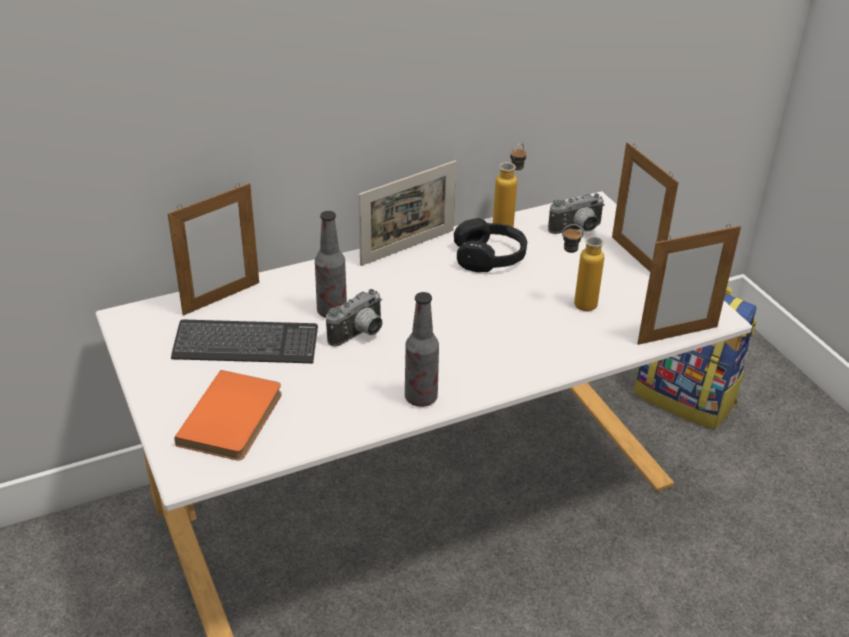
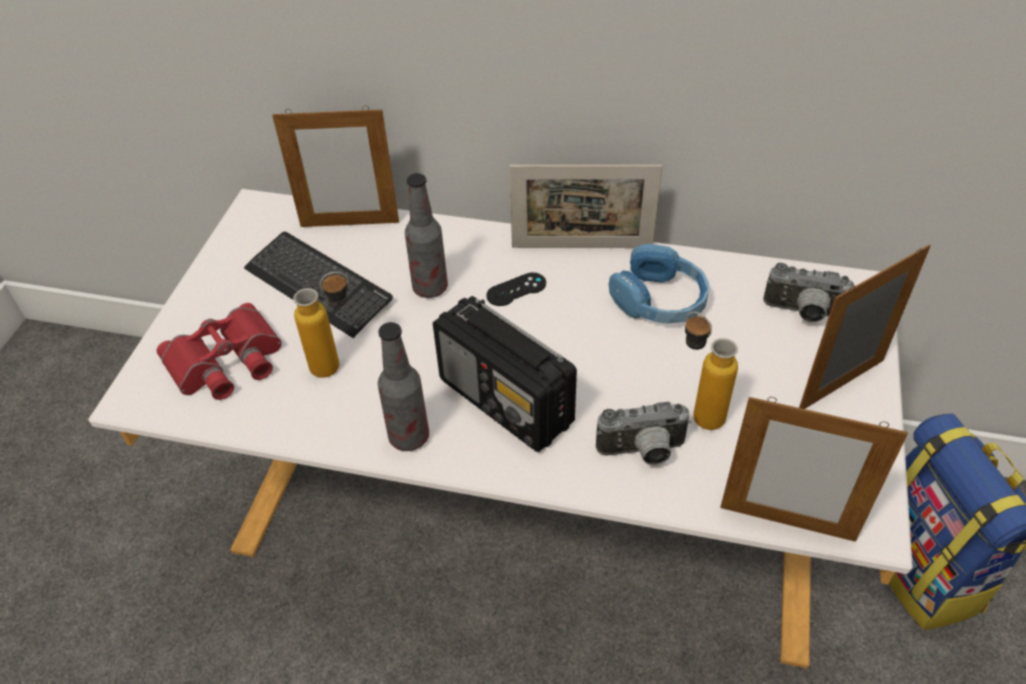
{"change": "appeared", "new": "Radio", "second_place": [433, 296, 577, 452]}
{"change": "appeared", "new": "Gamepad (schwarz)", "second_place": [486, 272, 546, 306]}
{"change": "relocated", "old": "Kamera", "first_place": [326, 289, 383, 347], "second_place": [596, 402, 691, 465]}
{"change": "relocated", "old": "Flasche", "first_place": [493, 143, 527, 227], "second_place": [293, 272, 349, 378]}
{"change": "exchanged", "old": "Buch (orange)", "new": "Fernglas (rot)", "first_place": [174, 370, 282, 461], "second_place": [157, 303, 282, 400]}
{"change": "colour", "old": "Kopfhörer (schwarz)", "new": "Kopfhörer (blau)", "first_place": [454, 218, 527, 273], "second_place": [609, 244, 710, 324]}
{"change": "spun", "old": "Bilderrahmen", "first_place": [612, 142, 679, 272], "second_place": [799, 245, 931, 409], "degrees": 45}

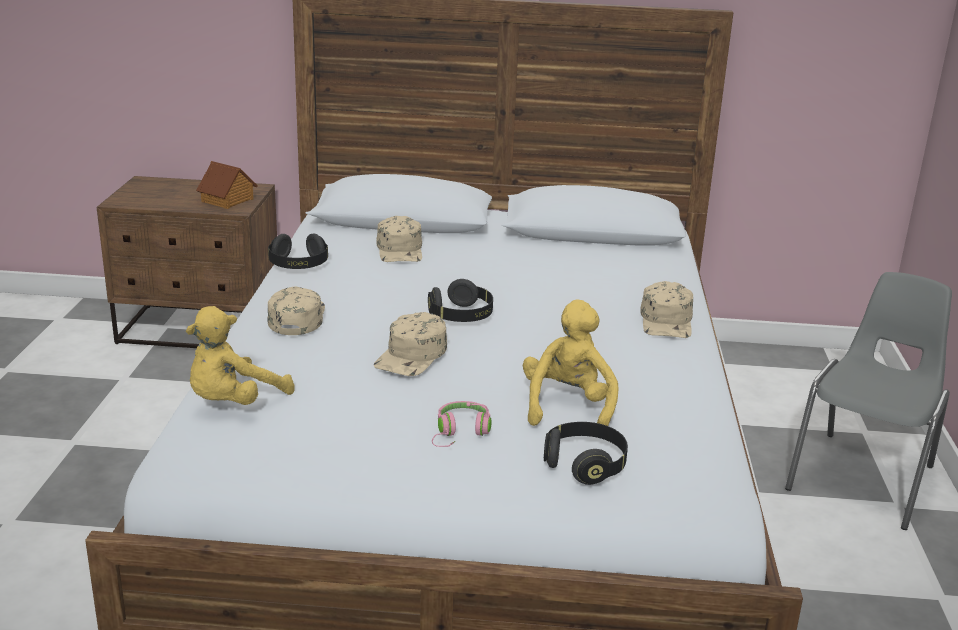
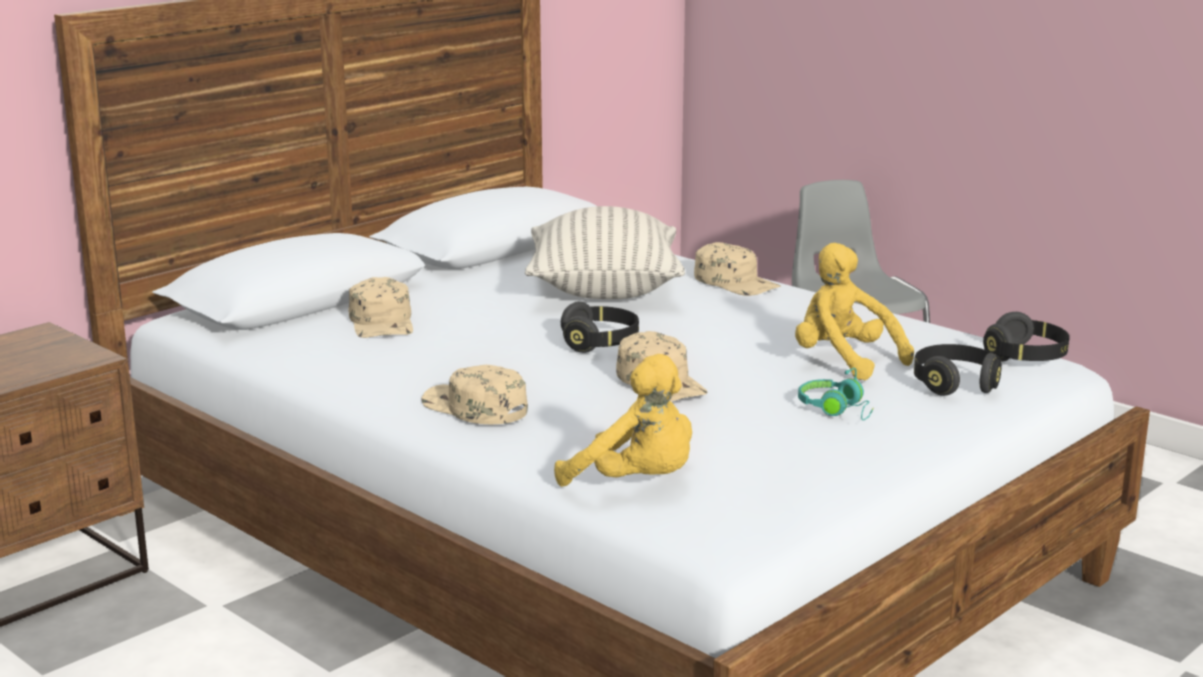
{"change": "missing", "old": "Spielzeughaus", "first_place": [196, 161, 258, 209]}
{"change": "appeared", "new": "Kissen", "second_place": [525, 206, 685, 299]}
{"change": "relocated", "old": "Kopfhörer (schwarz)", "first_place": [268, 233, 328, 269], "second_place": [983, 312, 1069, 362]}
{"change": "colour", "old": "Kopfhörer (rosa)", "new": "Kopfhörer (türkis)", "first_place": [432, 401, 492, 447], "second_place": [798, 368, 874, 420]}
{"change": "spun", "old": "Plüschtier (gelb)", "first_place": [186, 306, 295, 405], "second_place": [554, 354, 692, 487], "degrees": -45}
{"change": "spun", "old": "Kappe (beige)", "first_place": [376, 216, 422, 262], "second_place": [348, 277, 413, 338], "degrees": 45}

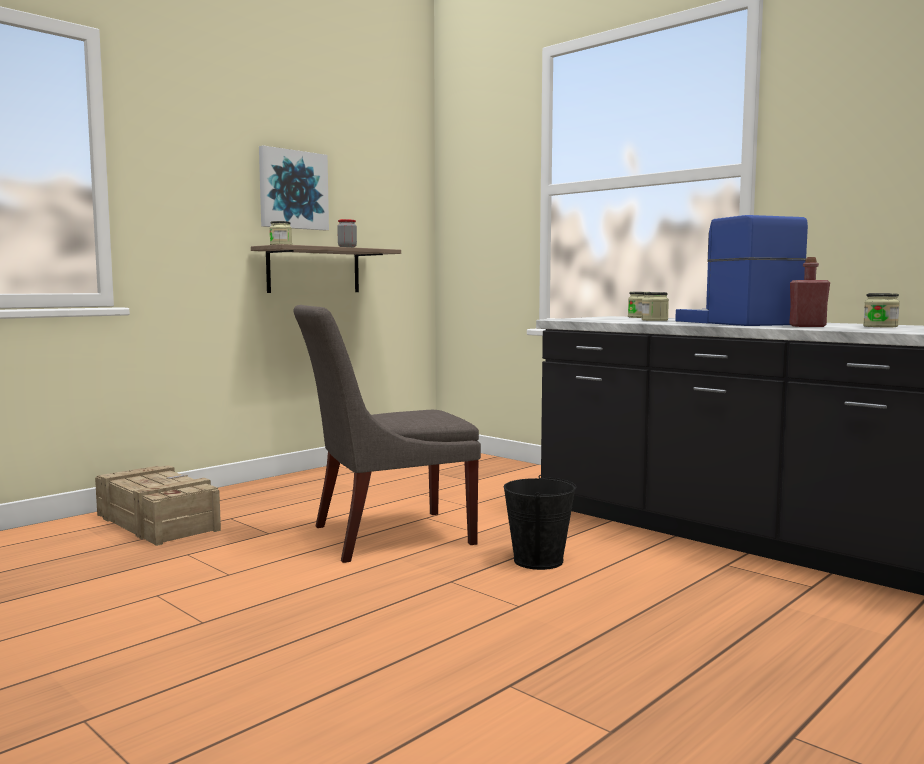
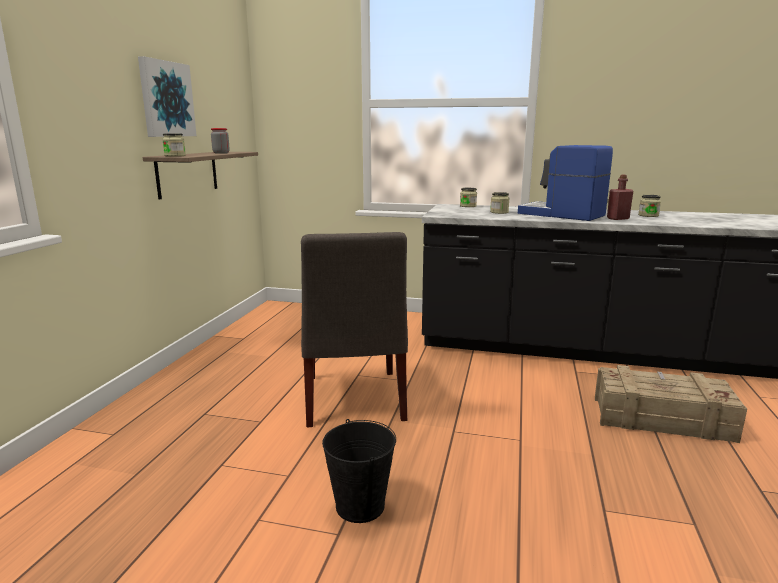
{"change": "relocated", "old": "Kiste", "first_place": [95, 465, 221, 546], "second_place": [595, 365, 747, 443]}
{"change": "relocated", "old": "Eimer (schwarz)", "first_place": [504, 475, 576, 570], "second_place": [322, 419, 396, 523]}
{"change": "spun", "old": "Stuhl (grau)", "first_place": [294, 305, 481, 563], "second_place": [301, 232, 408, 427], "degrees": -45}

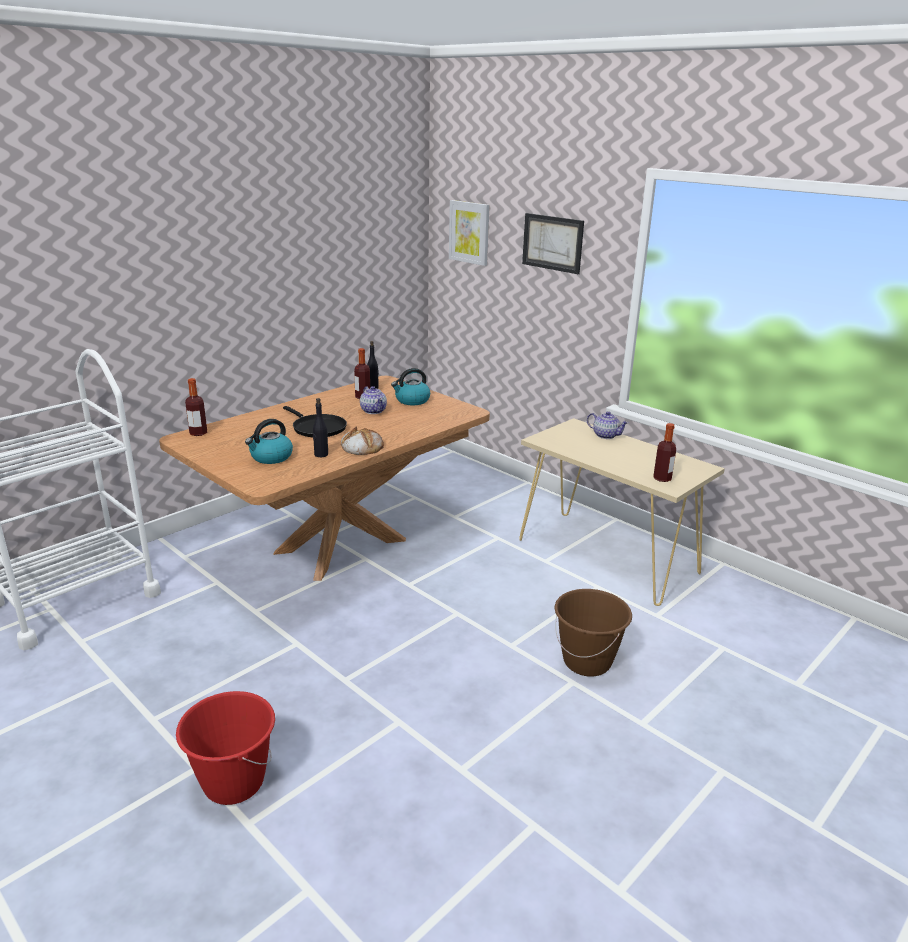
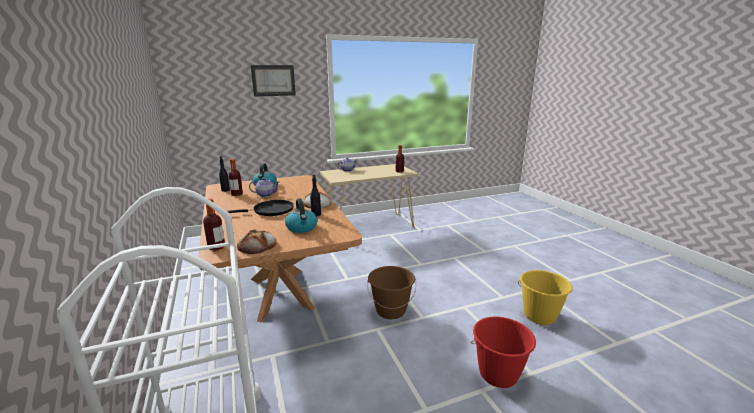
{"change": "missing", "old": "Bild", "first_place": [449, 200, 490, 266]}
{"change": "appeared", "new": "Brot", "second_place": [237, 229, 277, 254]}
{"change": "appeared", "new": "Eimer (gelb)", "second_place": [518, 270, 573, 325]}
{"change": "relocated", "old": "Eimer (braun)", "first_place": [555, 589, 632, 677], "second_place": [367, 266, 416, 319]}

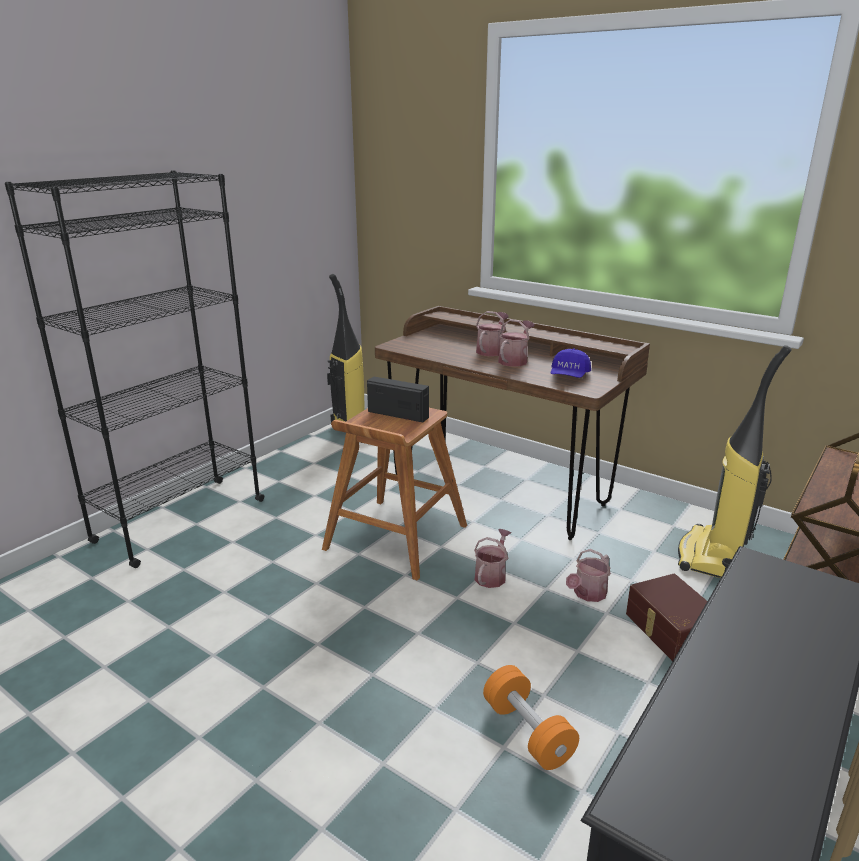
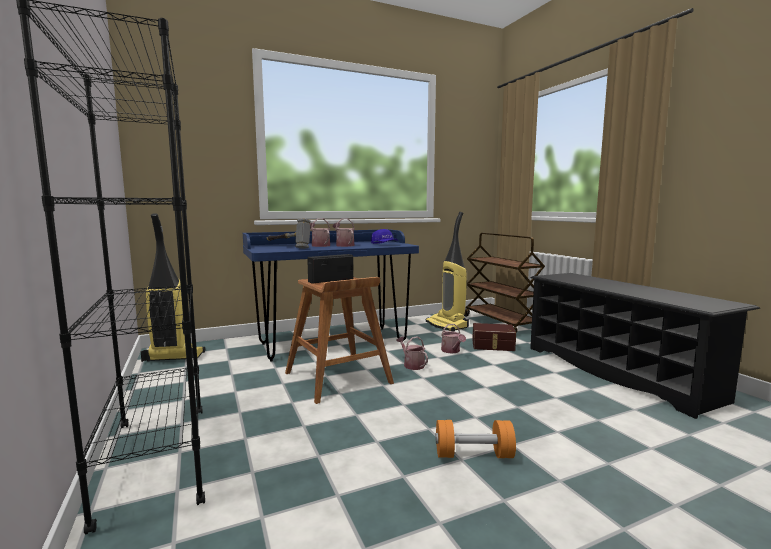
{"change": "appeared", "new": "Hammer", "second_place": [267, 218, 311, 249]}
{"change": "relocated", "old": "Hantel (orange)", "first_place": [483, 665, 579, 770], "second_place": [435, 420, 516, 458]}
{"change": "colour", "old": "Schreibtisch (braun)", "new": "Schreibtisch (blau)", "first_place": [375, 306, 650, 540], "second_place": [243, 229, 419, 362]}

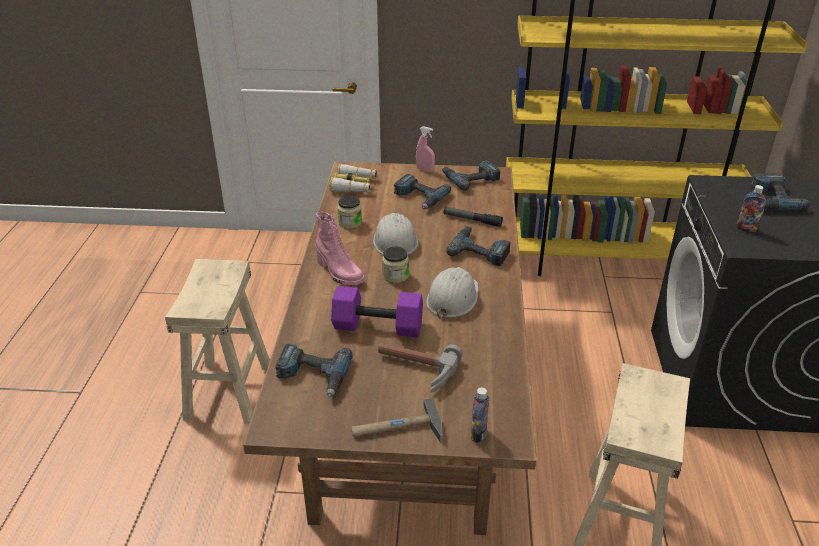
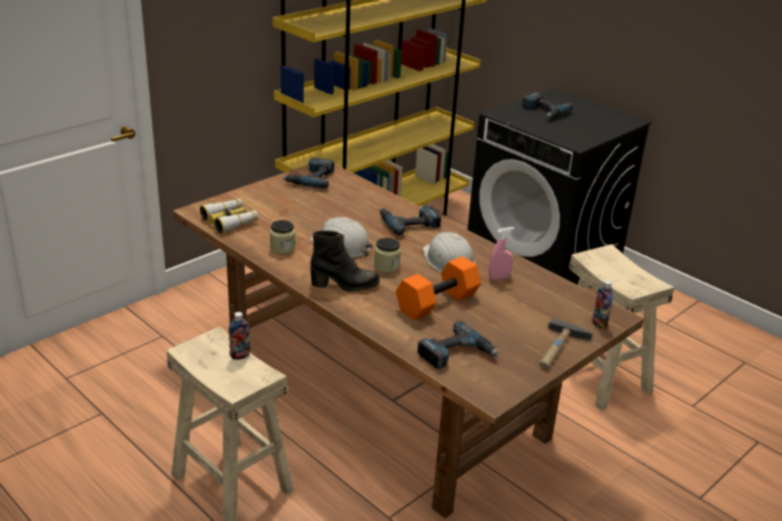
{"change": "missing", "old": "Hammer", "first_place": [378, 343, 463, 393]}
{"change": "missing", "old": "Bohrmaschine", "first_place": [394, 174, 451, 209]}
{"change": "missing", "old": "Taschenlampe", "first_place": [444, 207, 503, 227]}
{"change": "relocated", "old": "Sprühflasche (rosa)", "first_place": [416, 126, 435, 172], "second_place": [489, 227, 515, 280]}
{"change": "relocated", "old": "Flasche", "first_place": [737, 185, 766, 232], "second_place": [228, 312, 250, 360]}
{"change": "colour", "old": "Stiefel (rosa)", "new": "Stiefel (schwarz)", "first_place": [316, 212, 364, 285], "second_place": [310, 230, 380, 292]}
{"change": "colour", "old": "Hantel (lila)", "new": "Hantel (orange)", "first_place": [331, 286, 423, 338], "second_place": [396, 256, 481, 320]}

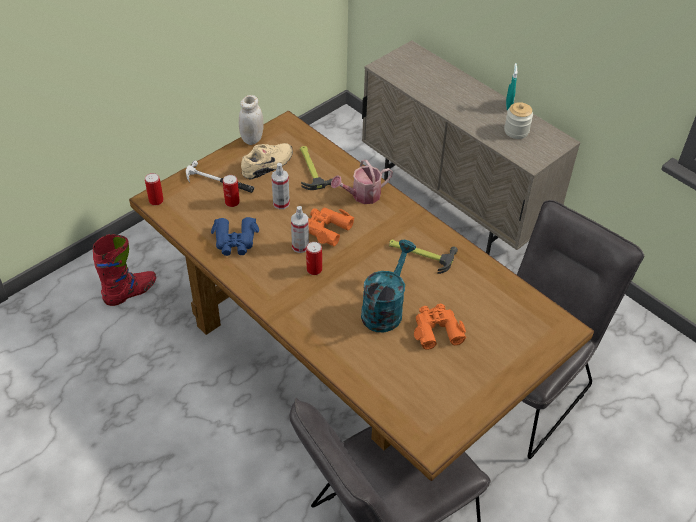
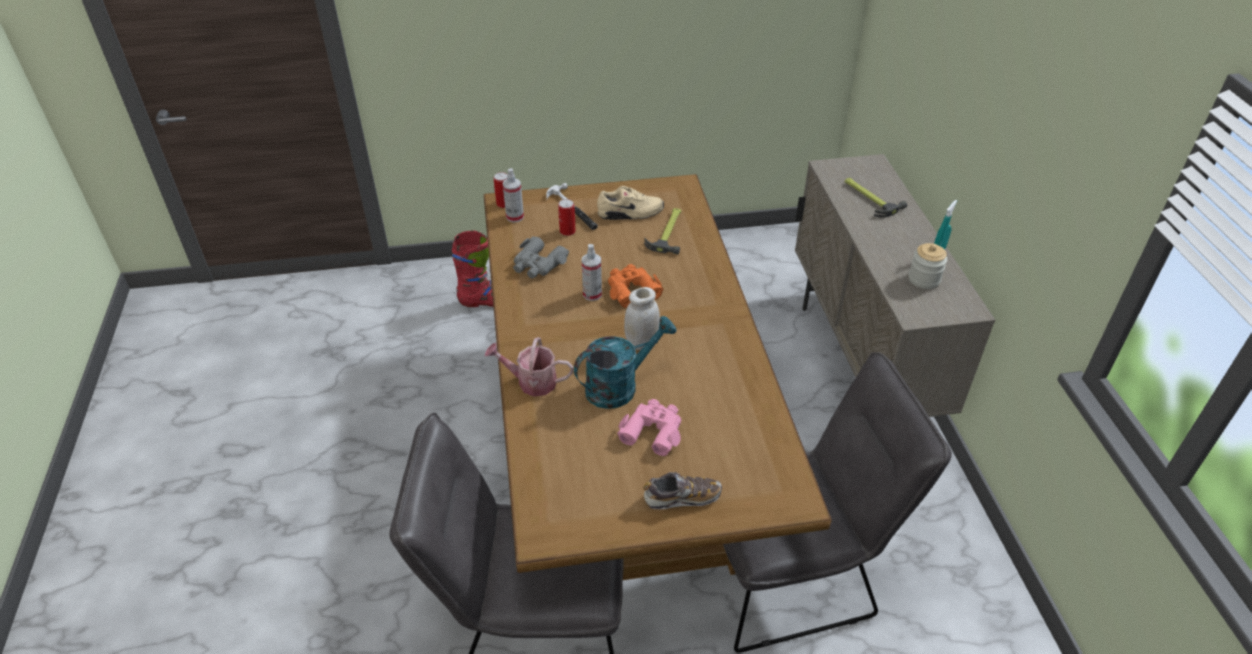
{"change": "missing", "old": "Dose", "first_place": [306, 242, 322, 275]}
{"change": "appeared", "new": "Schuh", "second_place": [643, 472, 722, 509]}
{"change": "relocated", "old": "Vorratsglas (weiß)", "first_place": [239, 95, 264, 145], "second_place": [624, 287, 660, 350]}
{"change": "relocated", "old": "Sprühflasche", "first_place": [271, 163, 290, 209], "second_place": [503, 168, 524, 223]}
{"change": "relocated", "old": "Gießkanne", "first_place": [331, 160, 393, 204], "second_place": [485, 337, 573, 397]}
{"change": "relocated", "old": "Hammer", "first_place": [389, 239, 458, 274], "second_place": [845, 178, 907, 218]}
{"change": "colour", "old": "Fernglas (blau)", "new": "Fernglas (grau)", "first_place": [211, 217, 259, 256], "second_place": [513, 236, 569, 279]}
{"change": "colour", "old": "Fernglas (orange)", "new": "Fernglas (rosa)", "first_place": [414, 304, 466, 350], "second_place": [617, 399, 681, 456]}

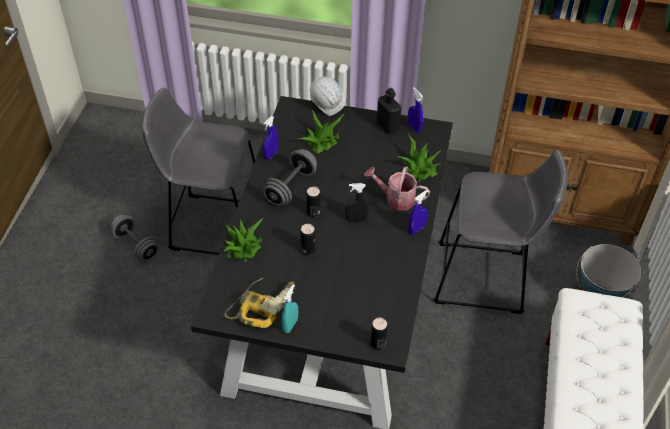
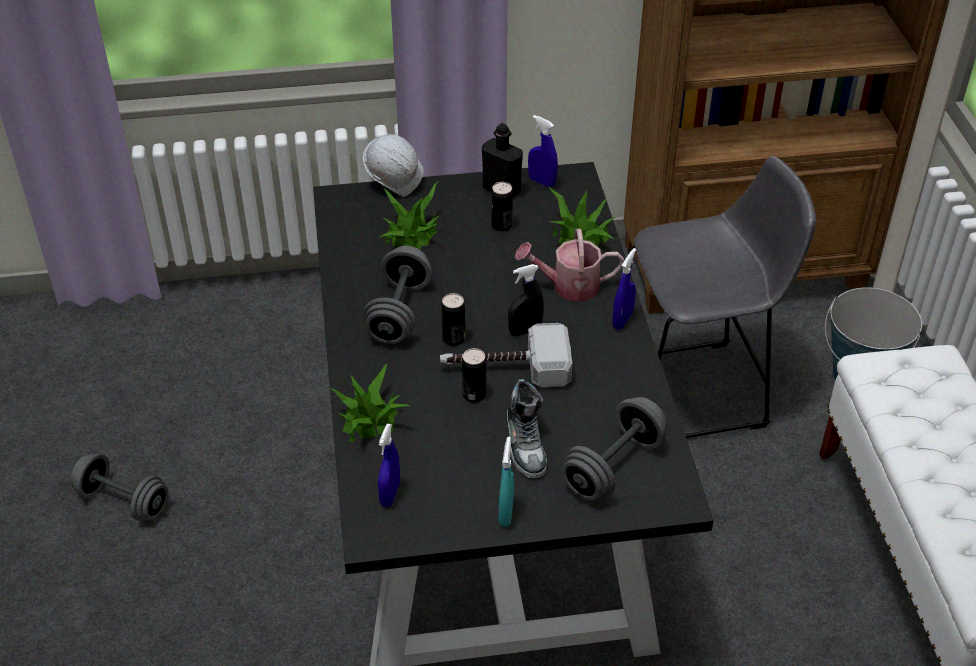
{"change": "missing", "old": "Hocker (grau)", "first_place": [142, 88, 255, 255]}
{"change": "missing", "old": "Bohrmaschine", "first_place": [224, 278, 295, 328]}
{"change": "appeared", "new": "Hammer", "second_place": [440, 323, 572, 387]}
{"change": "appeared", "new": "Schuh", "second_place": [507, 379, 547, 478]}
{"change": "appeared", "new": "Hantel (grau)", "second_place": [562, 397, 667, 500]}
{"change": "relocated", "old": "Sprühflasche (blau)", "first_place": [263, 116, 279, 160], "second_place": [378, 424, 400, 507]}
{"change": "relocated", "old": "Dose", "first_place": [370, 318, 388, 350], "second_place": [492, 182, 513, 232]}

